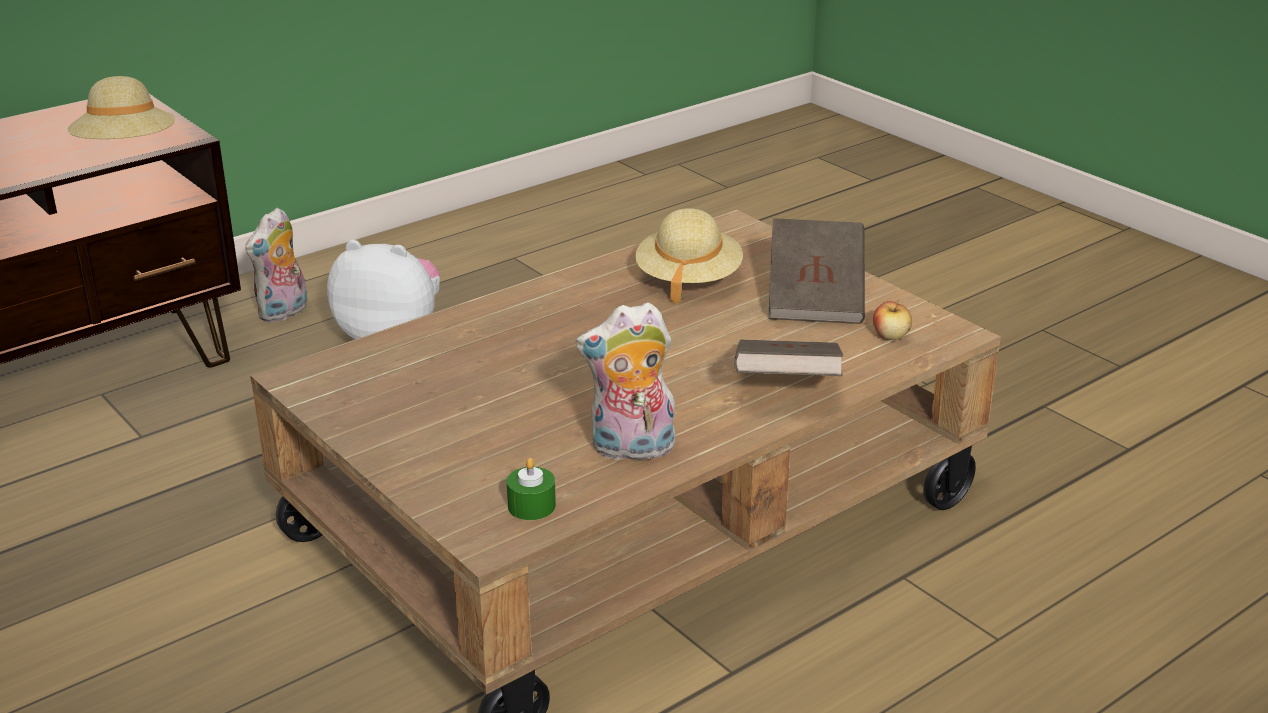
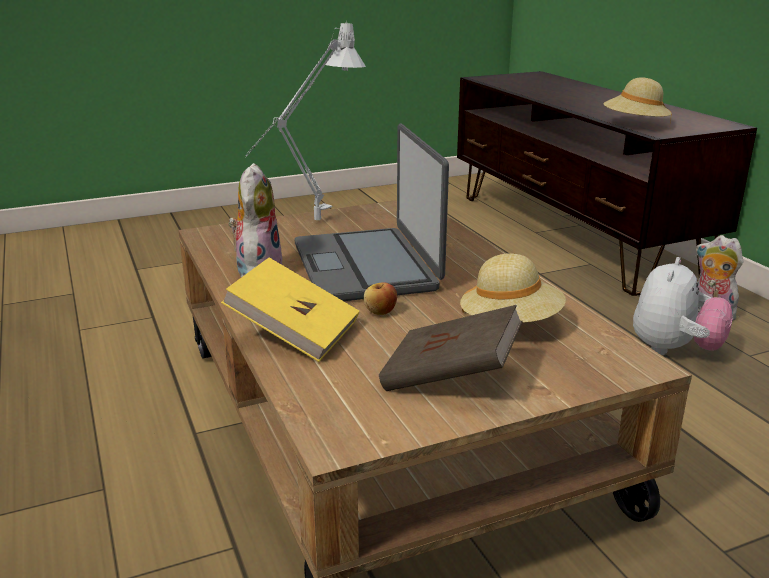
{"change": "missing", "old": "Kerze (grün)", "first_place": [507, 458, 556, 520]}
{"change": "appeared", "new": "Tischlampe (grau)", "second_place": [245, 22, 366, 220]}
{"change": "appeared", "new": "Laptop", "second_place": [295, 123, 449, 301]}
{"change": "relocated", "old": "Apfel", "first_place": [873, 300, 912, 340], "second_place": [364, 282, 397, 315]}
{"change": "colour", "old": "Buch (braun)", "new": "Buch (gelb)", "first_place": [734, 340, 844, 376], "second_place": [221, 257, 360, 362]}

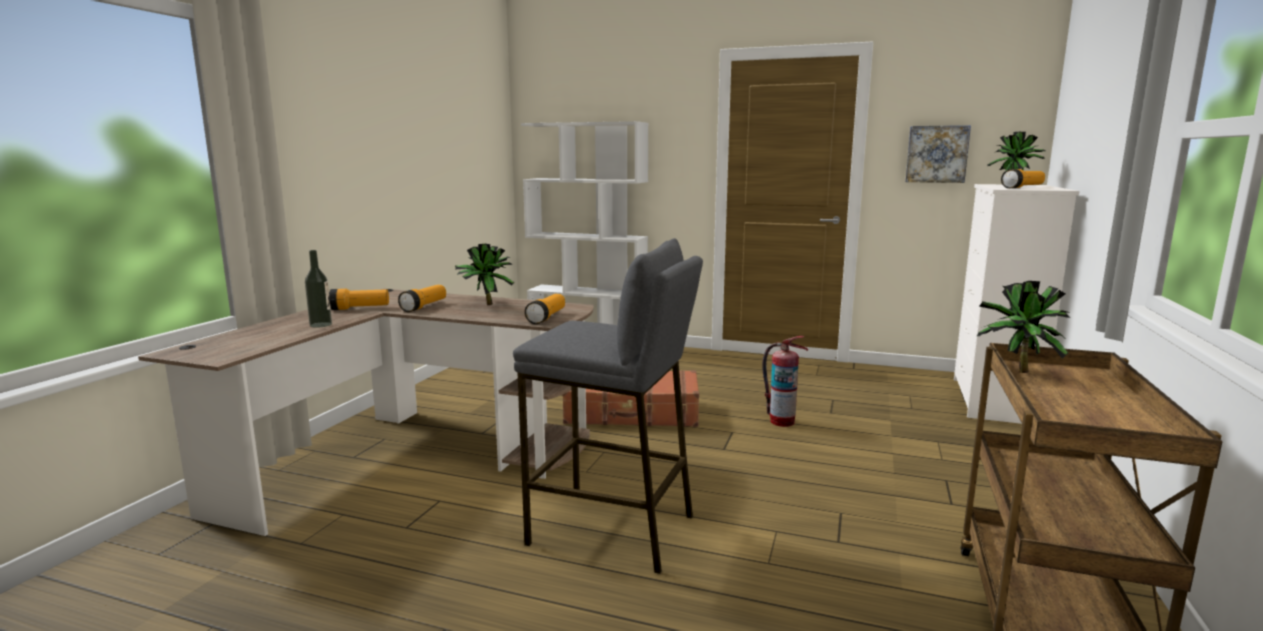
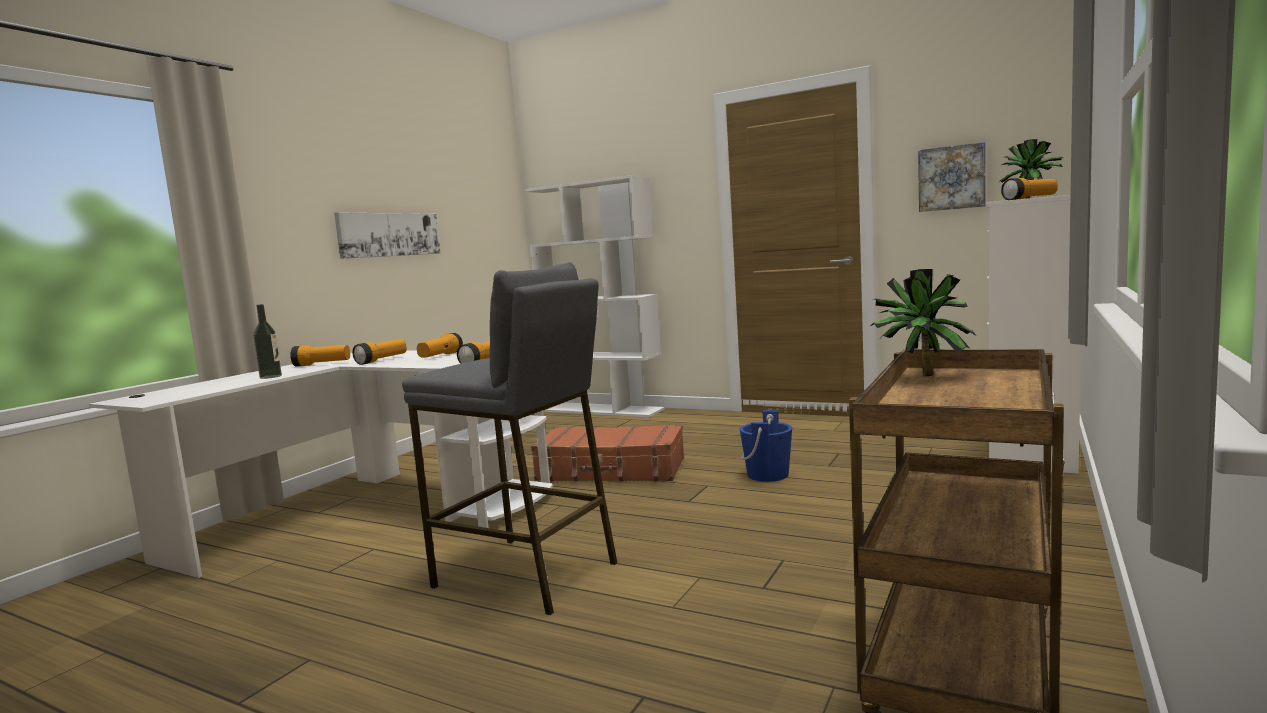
{"change": "appeared", "new": "Bild", "second_place": [334, 212, 440, 259]}
{"change": "exchanged", "old": "Topfpflanze", "new": "Taschenlampe", "first_place": [455, 244, 514, 305], "second_place": [417, 333, 463, 358]}
{"change": "exchanged", "old": "Feuerlöscher", "new": "Eimer (blau)", "first_place": [762, 336, 808, 427], "second_place": [740, 410, 792, 482]}
{"change": "colour", "old": "Schreibtisch (braun)", "new": "Schreibtisch (weiß)", "first_place": [138, 289, 594, 536], "second_place": [89, 350, 553, 578]}

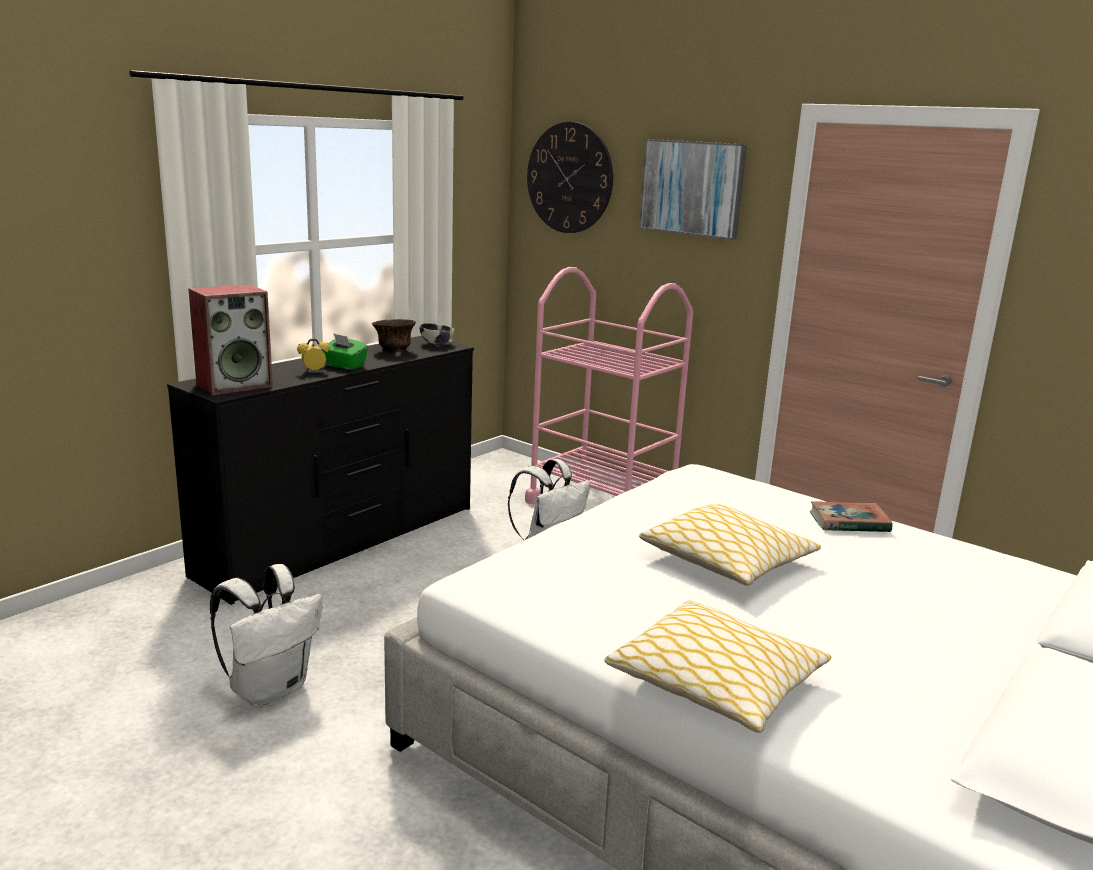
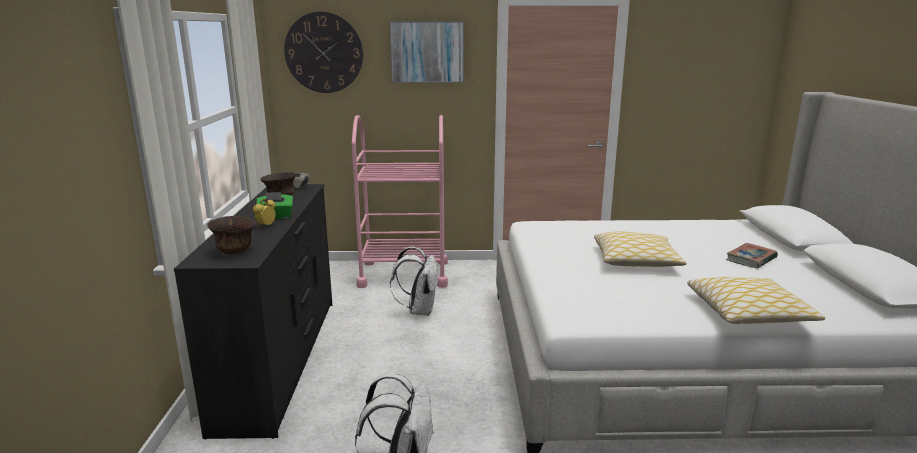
{"change": "relocated", "old": "Buch", "first_place": [810, 501, 892, 532], "second_place": [727, 243, 778, 268]}
{"change": "exchanged", "old": "Lautsprecher", "new": "Schüssel (braun)", "first_place": [188, 284, 273, 396], "second_place": [207, 216, 257, 255]}

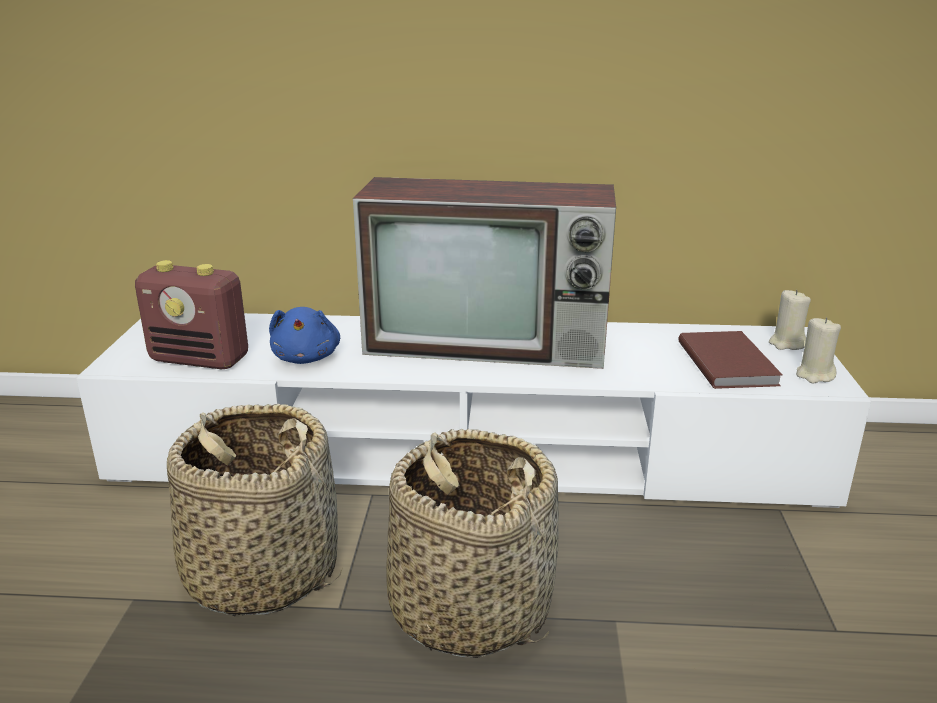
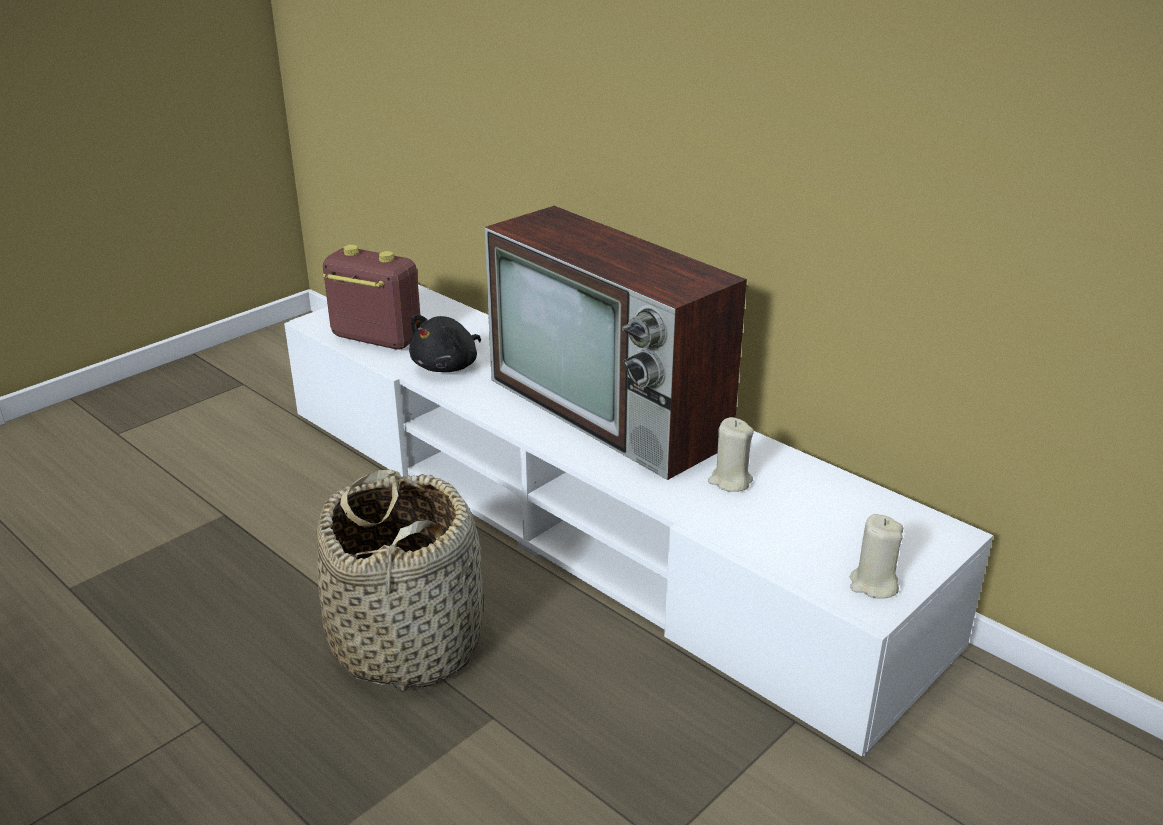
{"change": "missing", "old": "Korb", "first_place": [167, 404, 343, 617]}
{"change": "missing", "old": "Buch (braun)", "first_place": [678, 331, 783, 389]}
{"change": "relocated", "old": "Kerze (beige)", "first_place": [769, 290, 811, 350], "second_place": [708, 417, 754, 492]}
{"change": "colour", "old": "Plüschtier (blau)", "new": "Plüschtier (schwarz)", "first_place": [269, 307, 340, 364], "second_place": [409, 314, 481, 372]}
{"change": "spun", "old": "Radio", "first_place": [135, 260, 248, 369], "second_place": [323, 245, 420, 350], "degrees": 150}

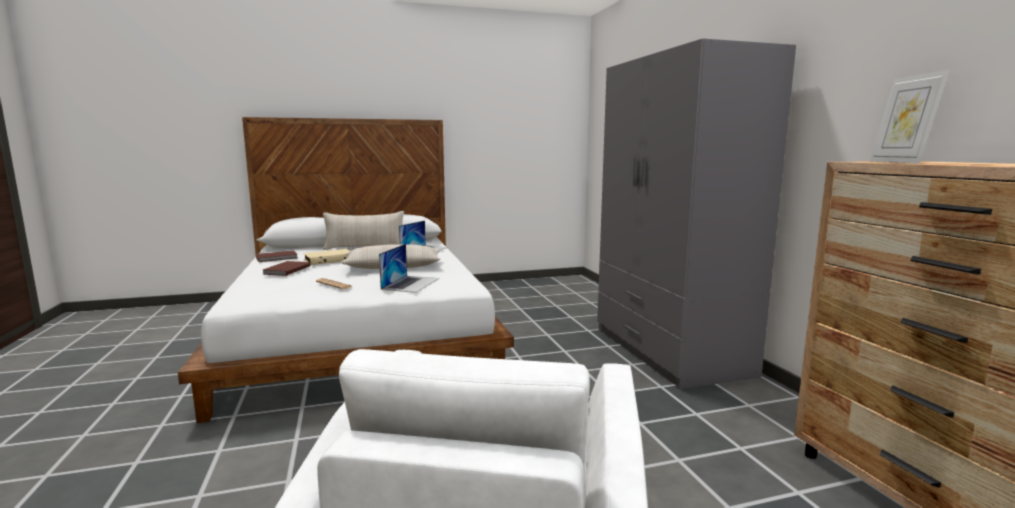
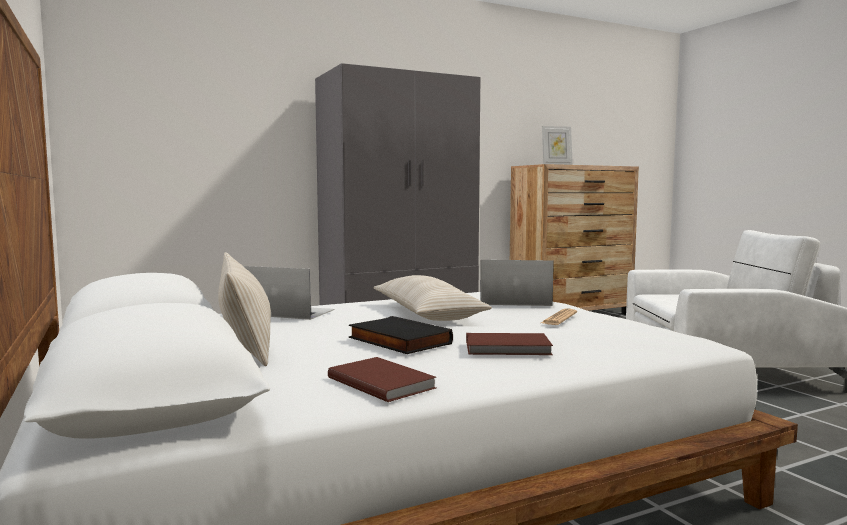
{"change": "colour", "old": "Buch (beige)", "new": "Buch (schwarz)", "first_place": [303, 249, 350, 265], "second_place": [349, 316, 453, 354]}

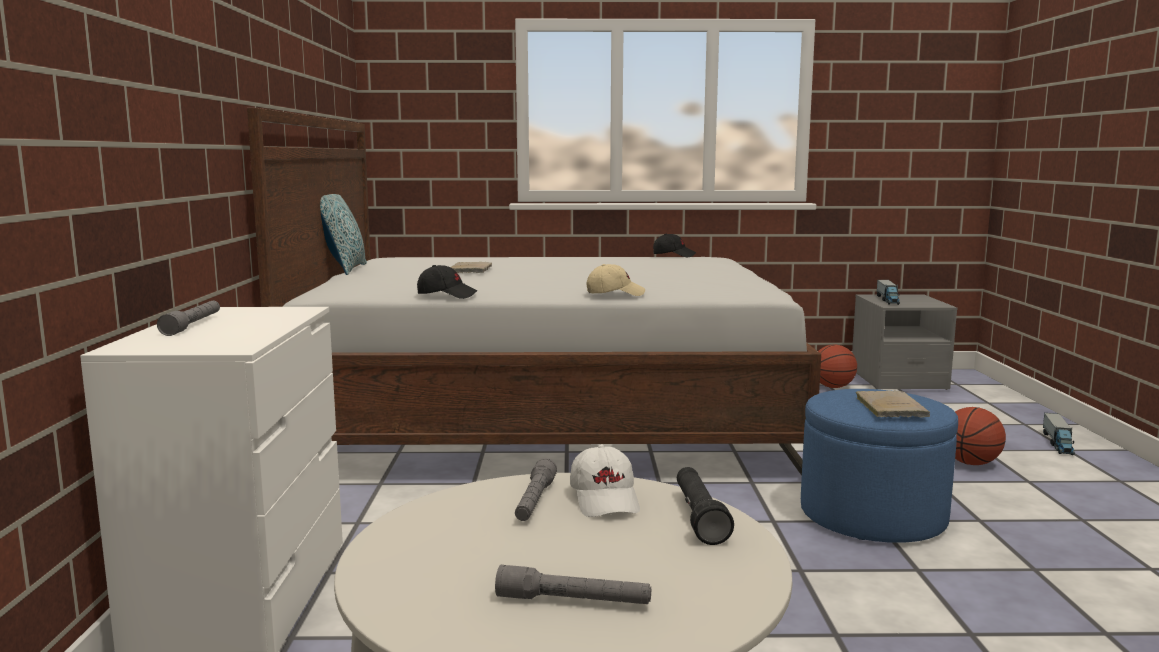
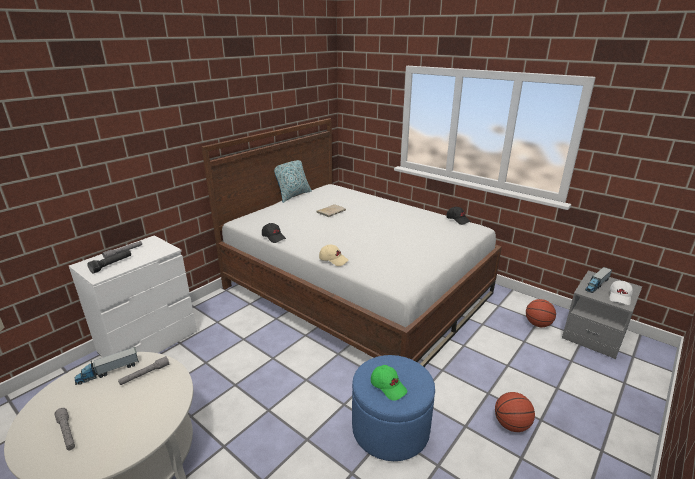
{"change": "relocated", "old": "Kappe (weiß)", "first_place": [570, 445, 640, 517], "second_place": [610, 281, 633, 305]}
{"change": "relocated", "old": "Taschenlampe (schwarz)", "first_place": [677, 467, 734, 545], "second_place": [87, 249, 131, 274]}
{"change": "relocated", "old": "Spielzeuglaster", "first_place": [1043, 413, 1075, 455], "second_place": [75, 347, 139, 385]}
{"change": "exchanged", "old": "Buch (beige)", "new": "Kappe (grün)", "first_place": [855, 391, 930, 418], "second_place": [371, 365, 407, 401]}

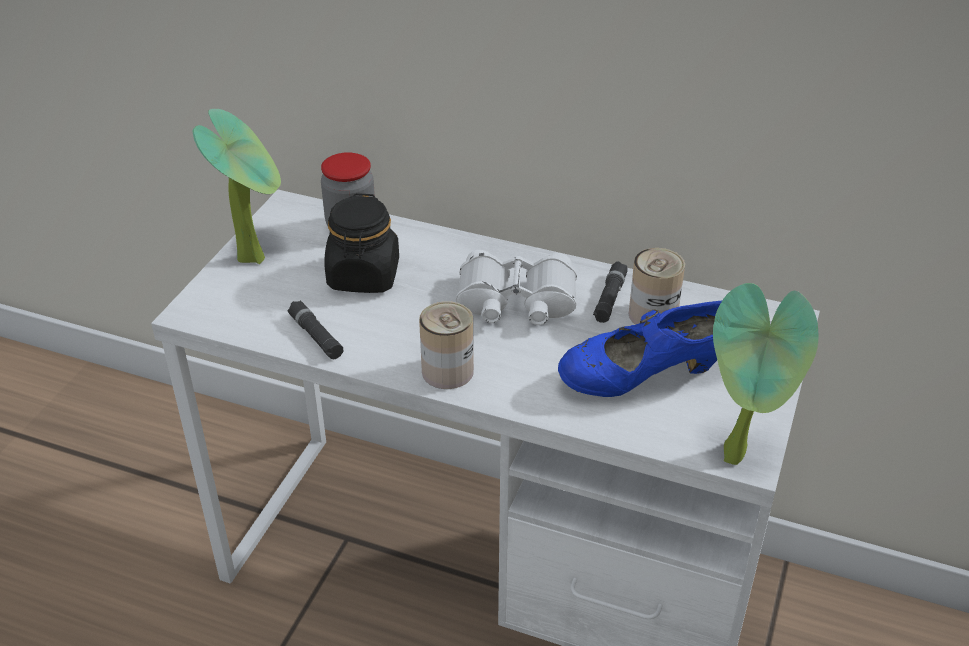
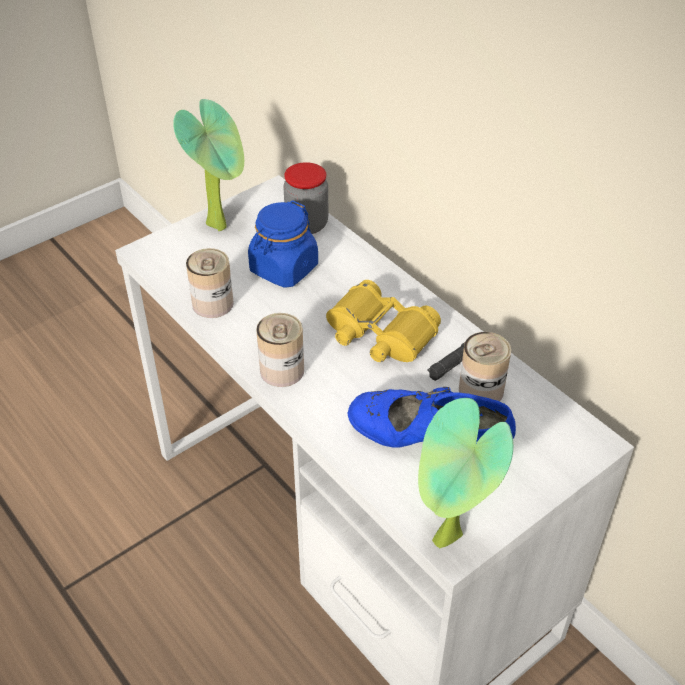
{"change": "exchanged", "old": "Taschenlampe (schwarz)", "new": "Dose", "first_place": [288, 301, 344, 359], "second_place": [186, 248, 234, 318]}
{"change": "colour", "old": "Vorratsglas (schwarz)", "new": "Vorratsglas (blau)", "first_place": [324, 193, 399, 293], "second_place": [248, 200, 318, 288]}
{"change": "colour", "old": "Fernglas (weiß)", "new": "Fernglas (gelb)", "first_place": [456, 250, 577, 325], "second_place": [326, 280, 441, 362]}

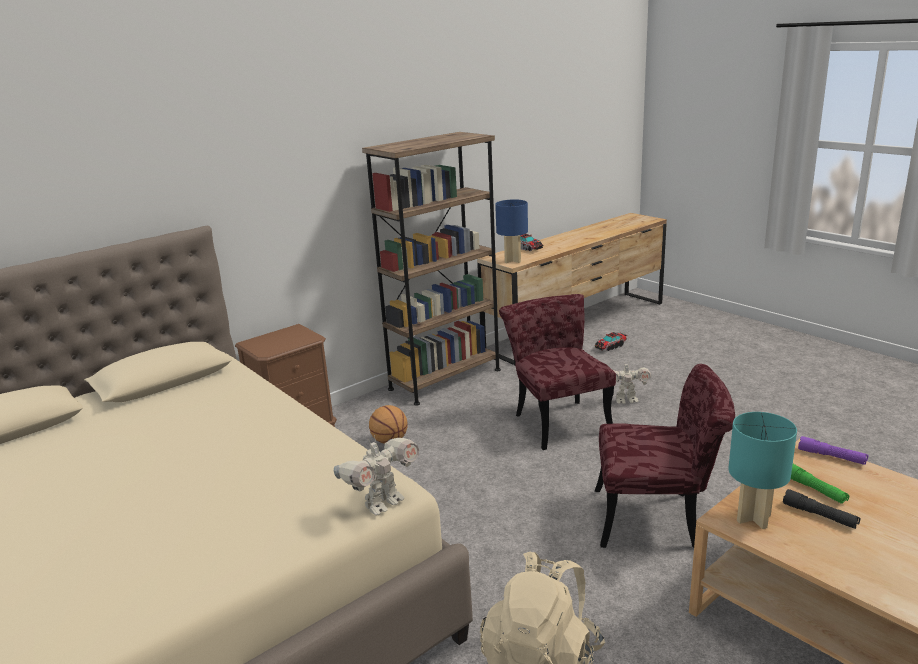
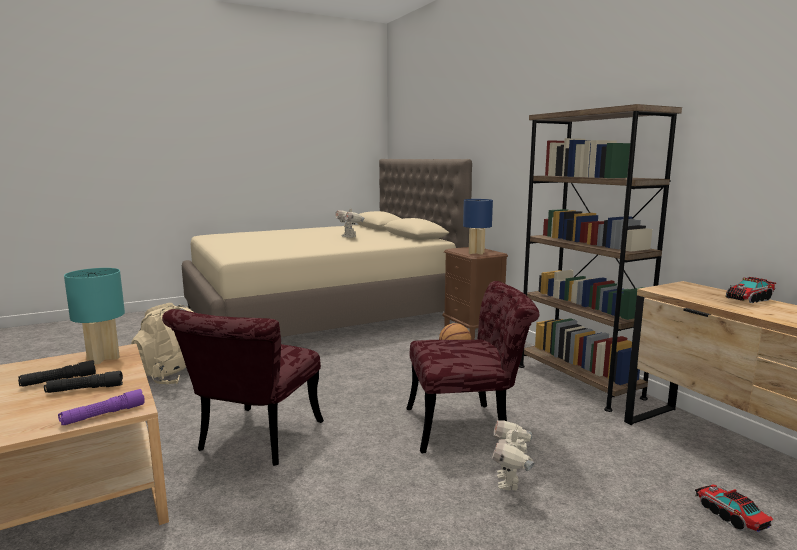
{"change": "relocated", "old": "Spielzeugroboter", "first_place": [334, 435, 419, 515], "second_place": [335, 207, 365, 238]}
{"change": "relocated", "old": "Tischlampe (blau)", "first_place": [495, 199, 528, 263], "second_place": [463, 199, 493, 255]}
{"change": "colour", "old": "Taschenlampe (grün)", "new": "Taschenlampe (schwarz)", "first_place": [791, 464, 849, 504], "second_place": [44, 371, 123, 393]}

